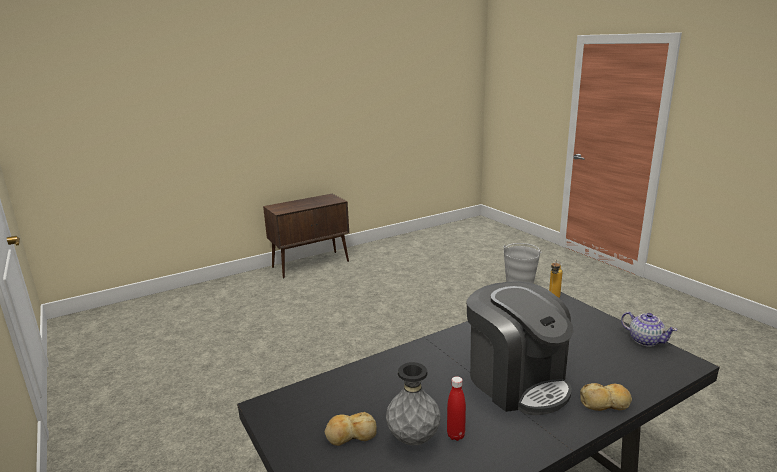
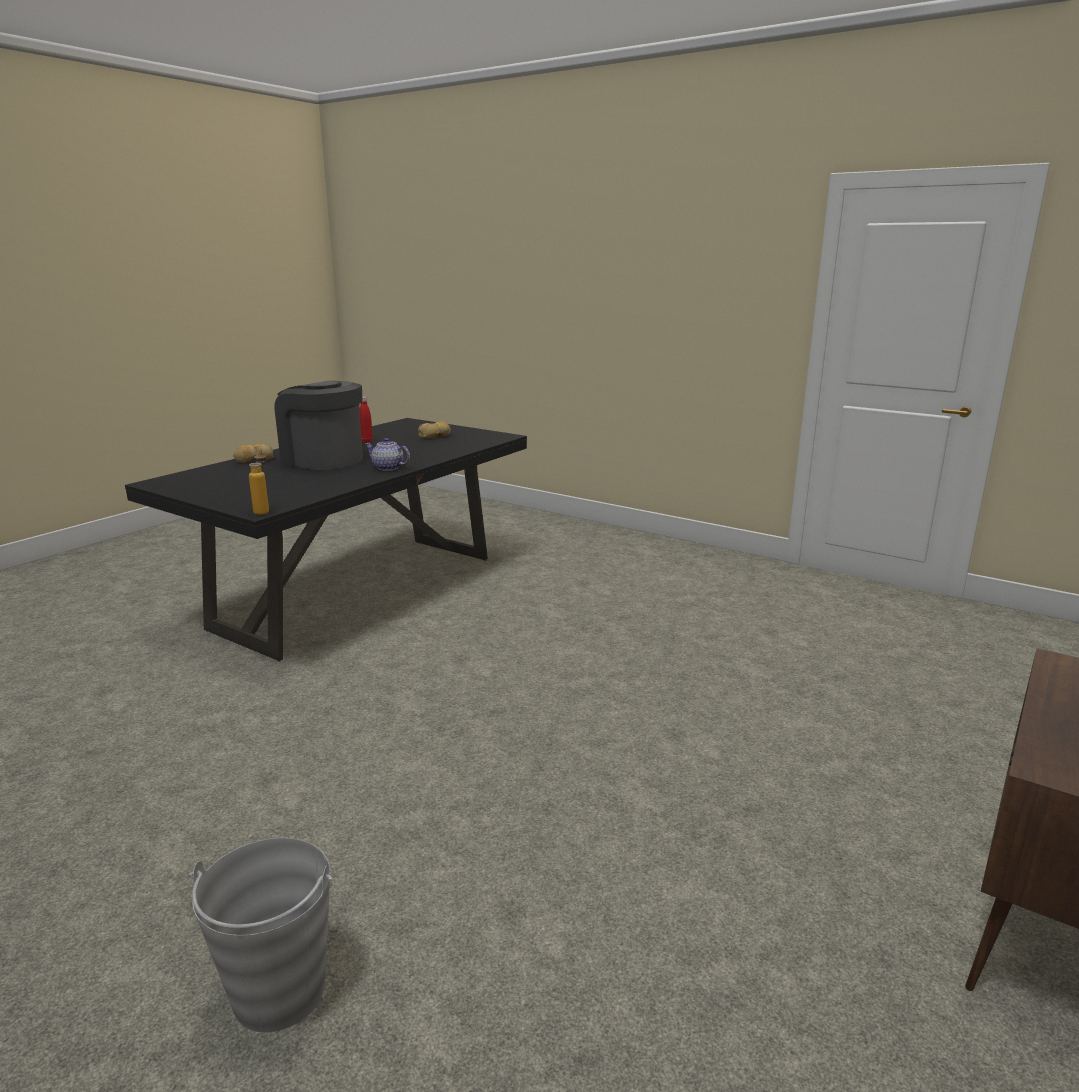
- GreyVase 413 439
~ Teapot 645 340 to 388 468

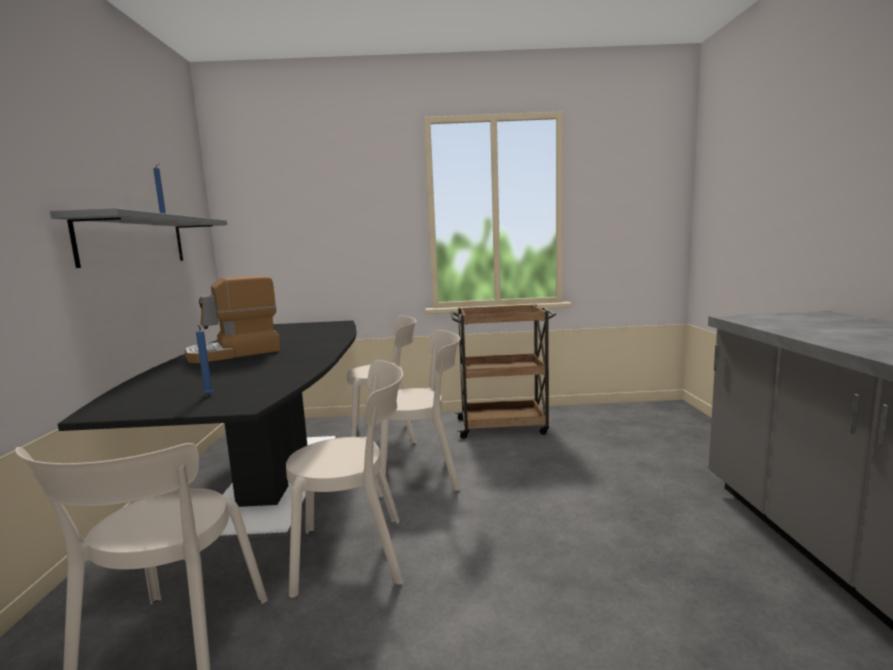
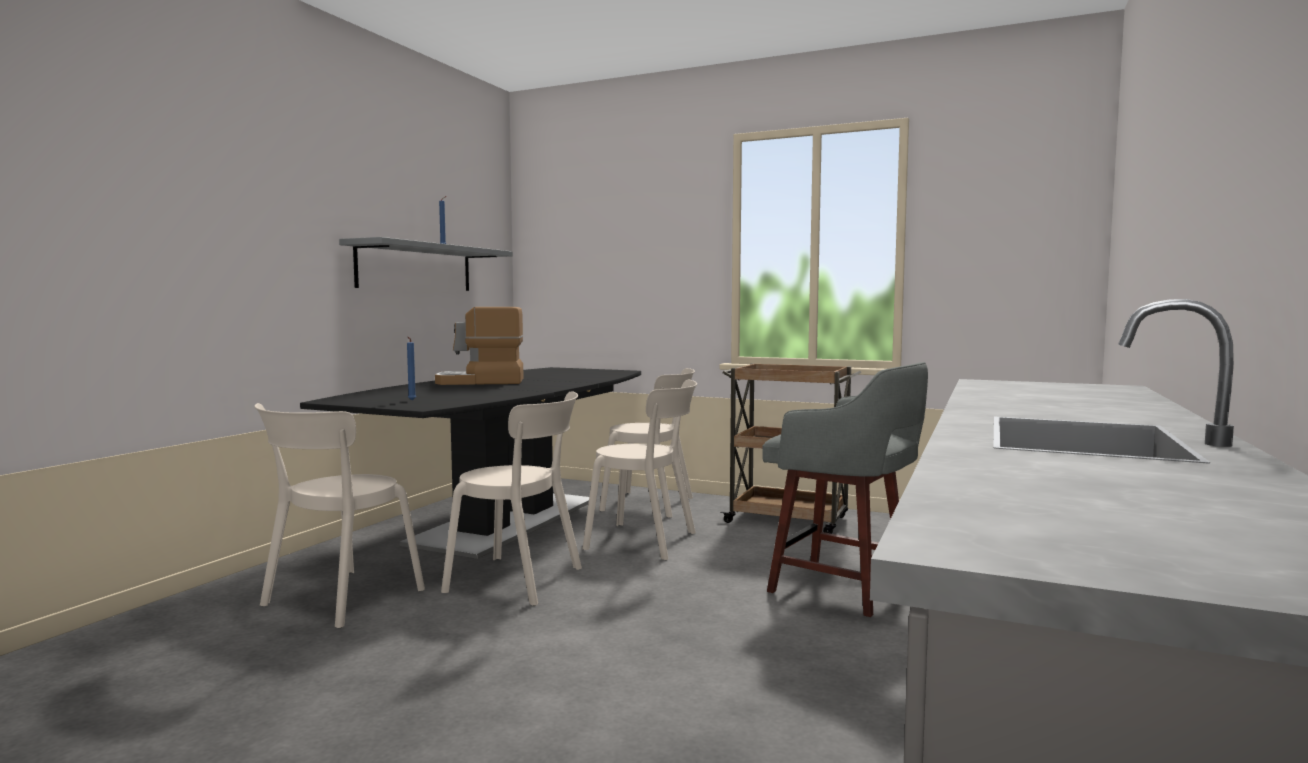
+ GreyStool 844 588

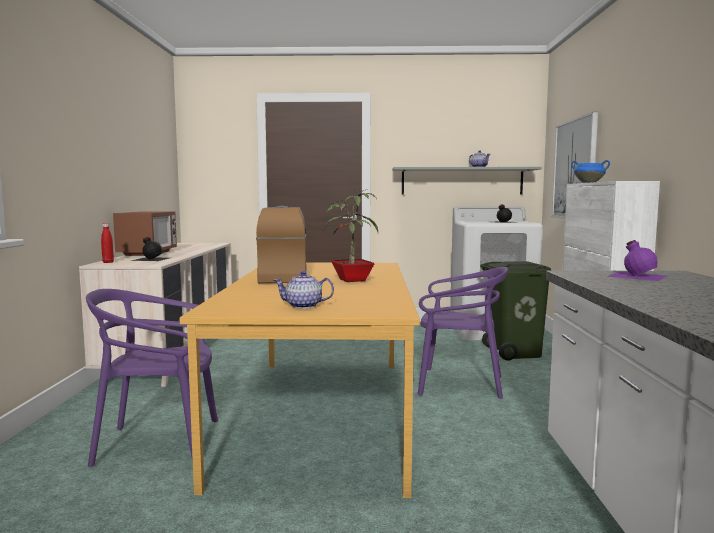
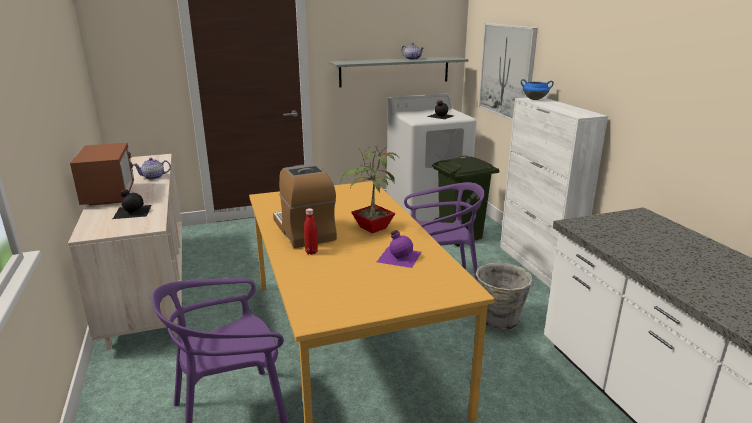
+ GreyBucket 498 321
~ RedBottle 108 262 to 311 252
~ Teapot 304 306 to 154 177
~ PurpleBottle 636 275 to 399 256

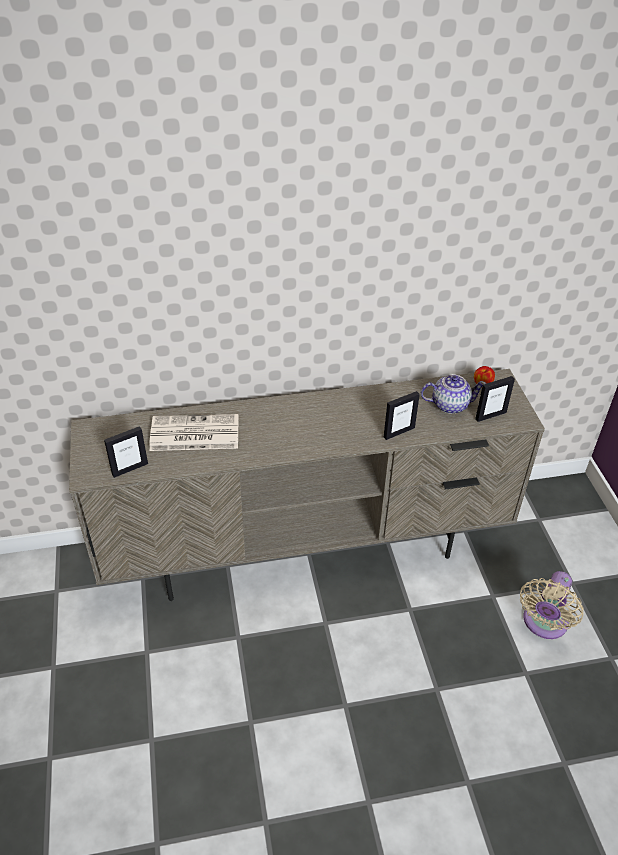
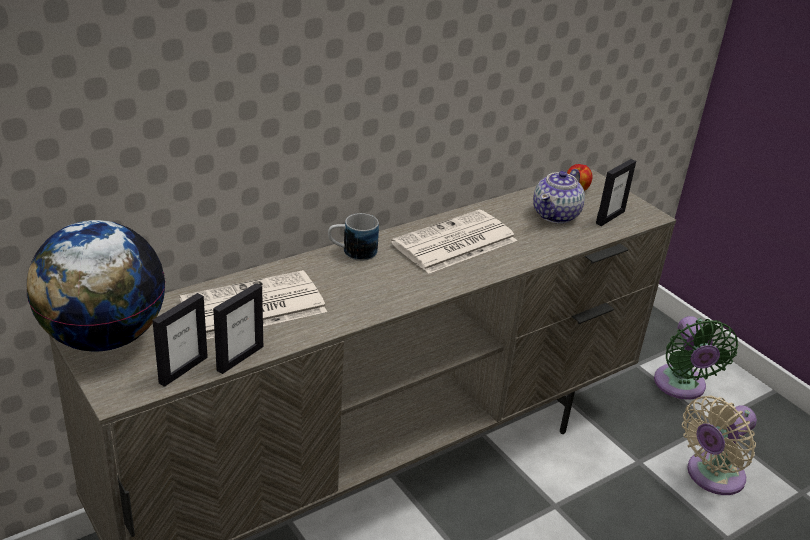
+ Globe 103 337
+ Mug 352 252
+ Newspaper 454 243
+ GreenFan 681 386
~ PictureFrame 399 432 to 240 358
~ Teapot 449 405 = 556 215 150 degrees clockwise
~ BeigeFan 543 623 = 711 476 45 degrees clockwise

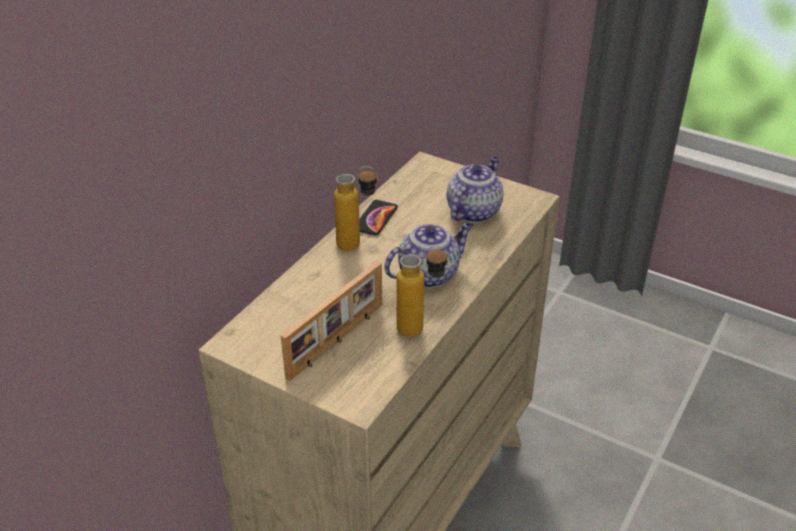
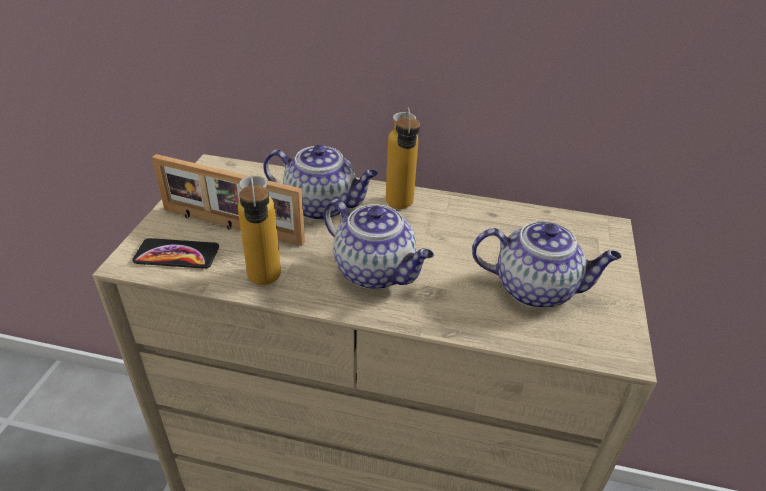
+ Teapot 322 206
~ Phone 375 218 to 177 255

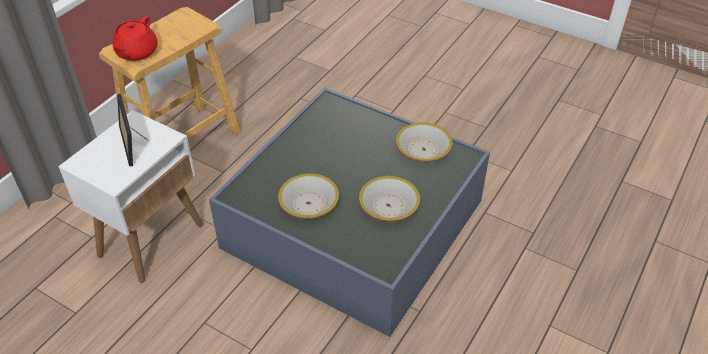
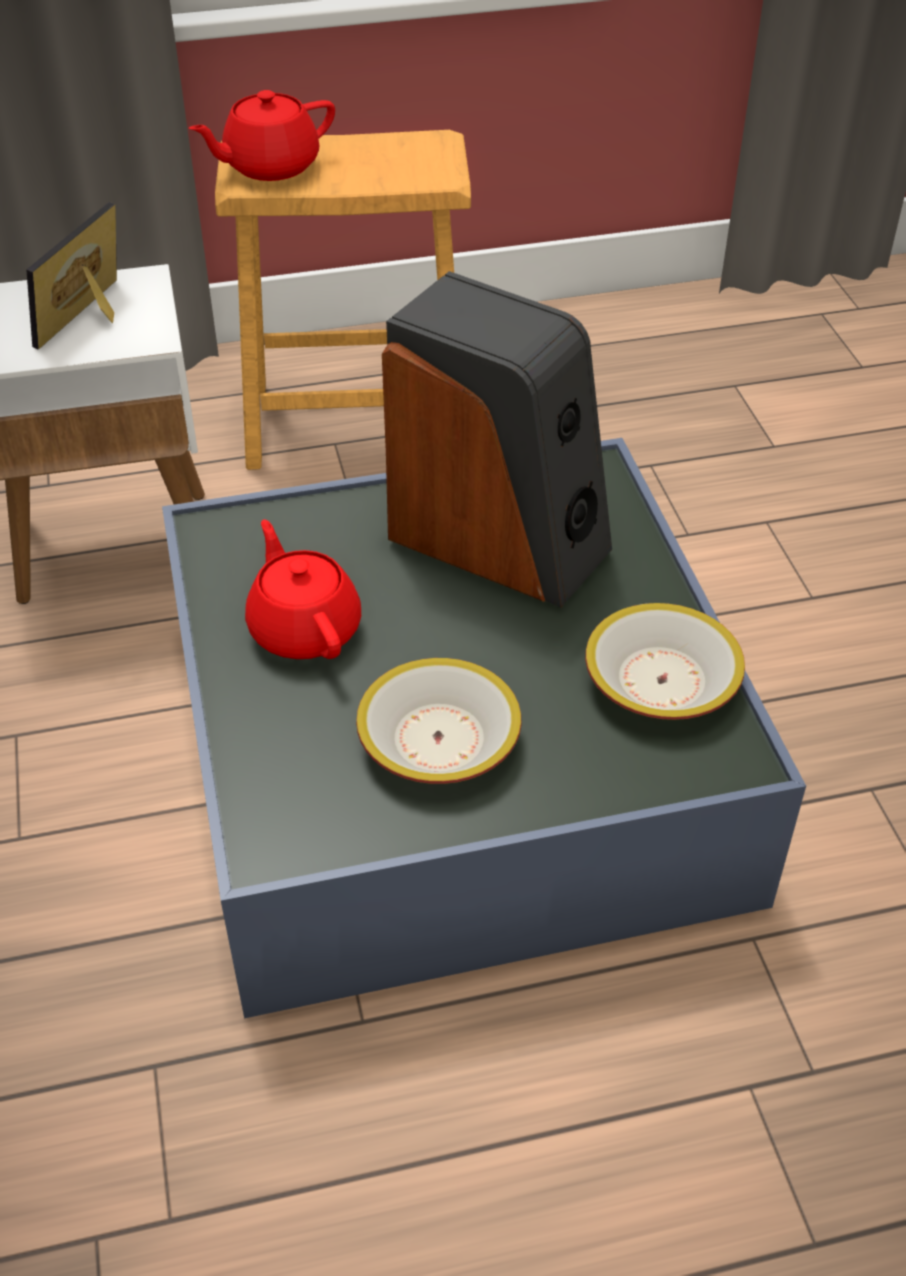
+ Speaker 500 539
~ Bowl 308 204 to RedTeapot 304 628

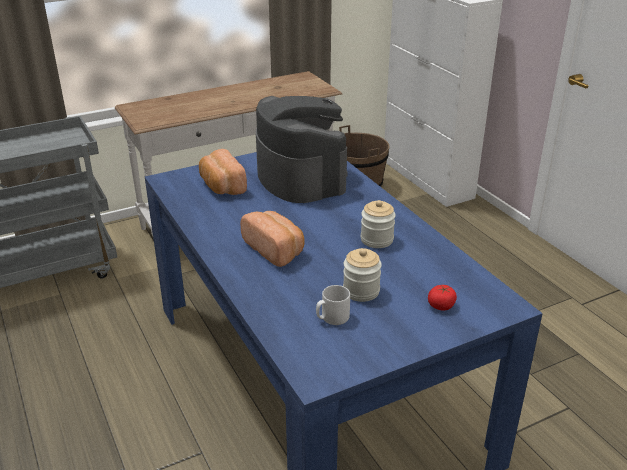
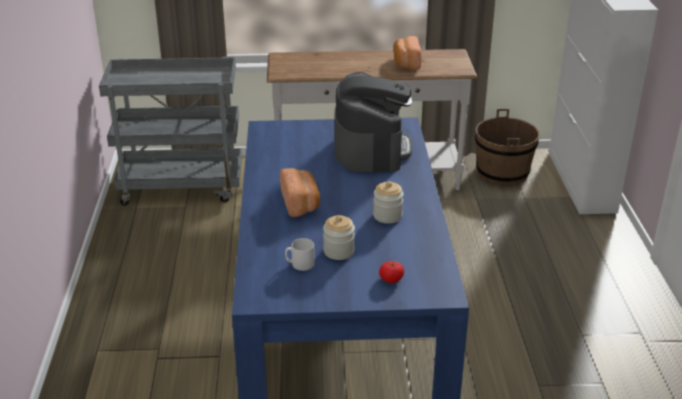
~ Bread 221 186 to 406 63

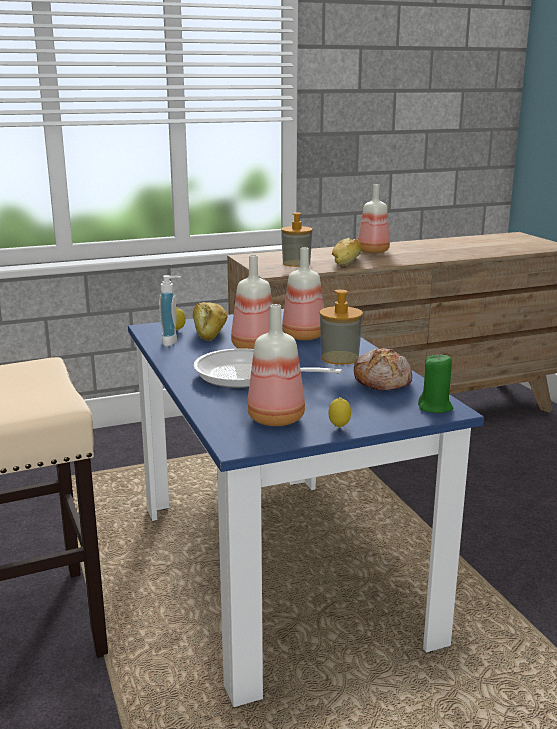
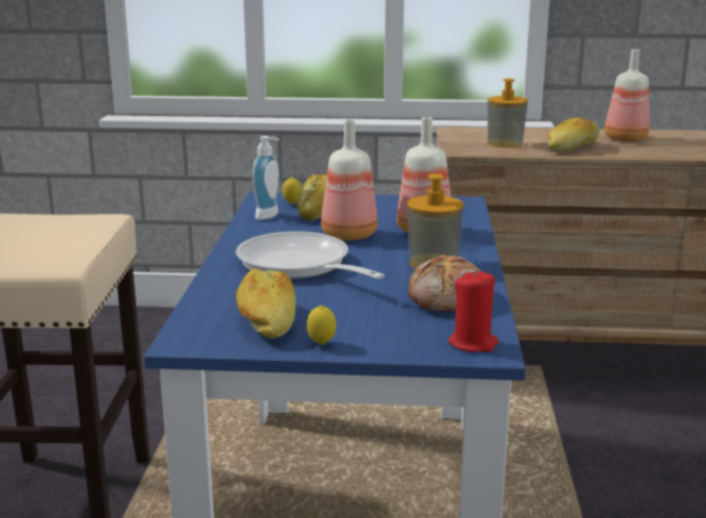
~ Bottle 278 419 to Bread 266 321
~ GreenCandle 435 407 to RedCandle 473 343

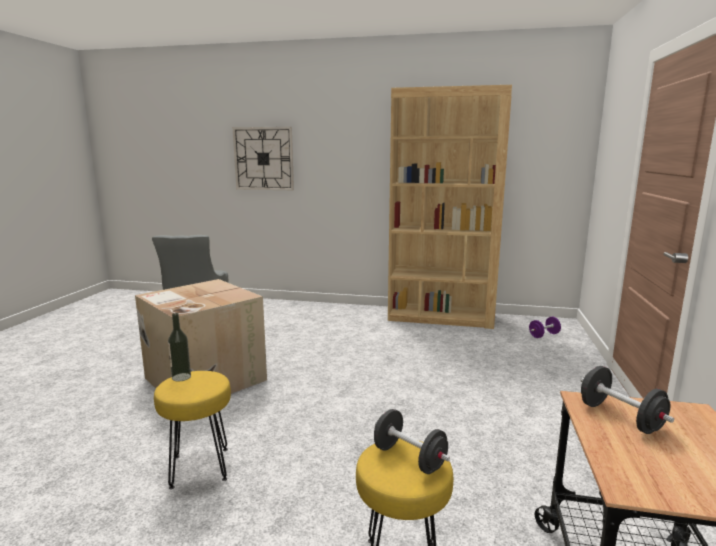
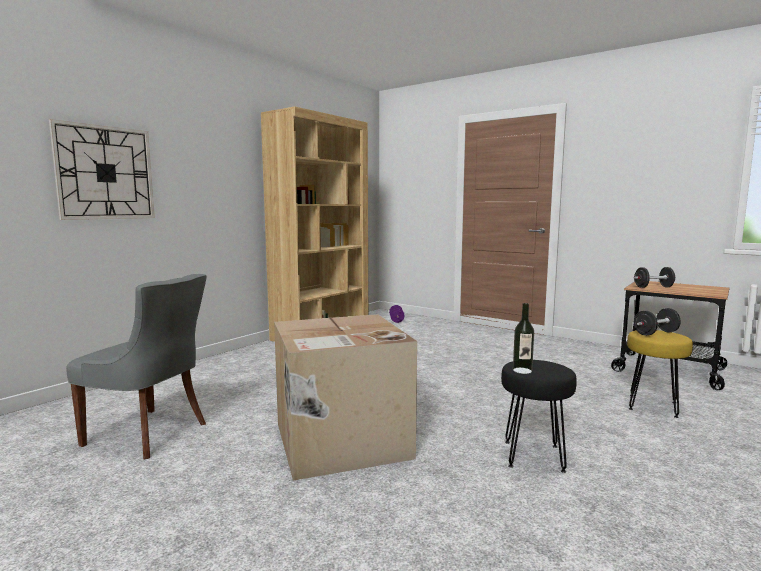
~ YellowStool 199 468 to BlackStool 534 456

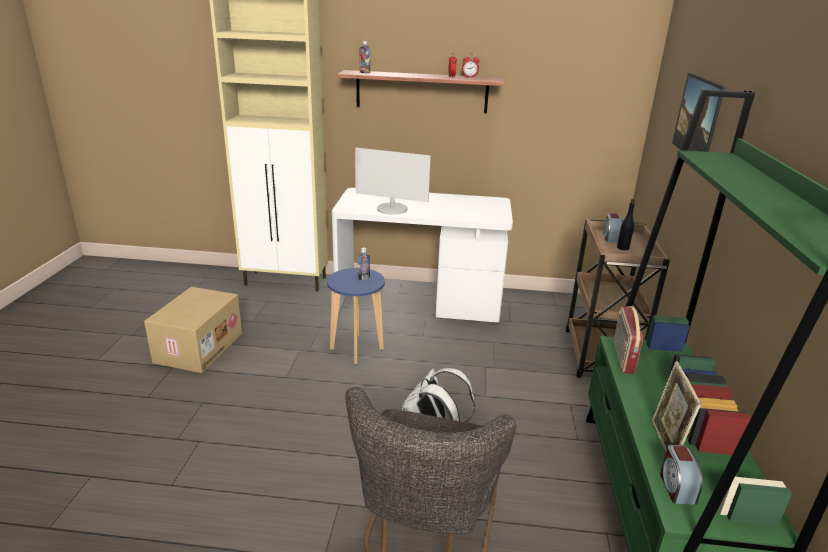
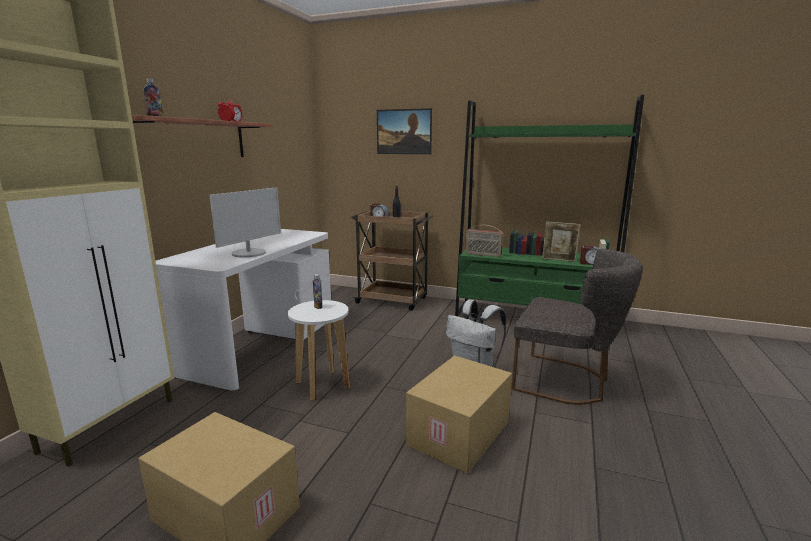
+ CardboardBox 460 434
~ BlueStool 356 349 to WhiteStool 323 385

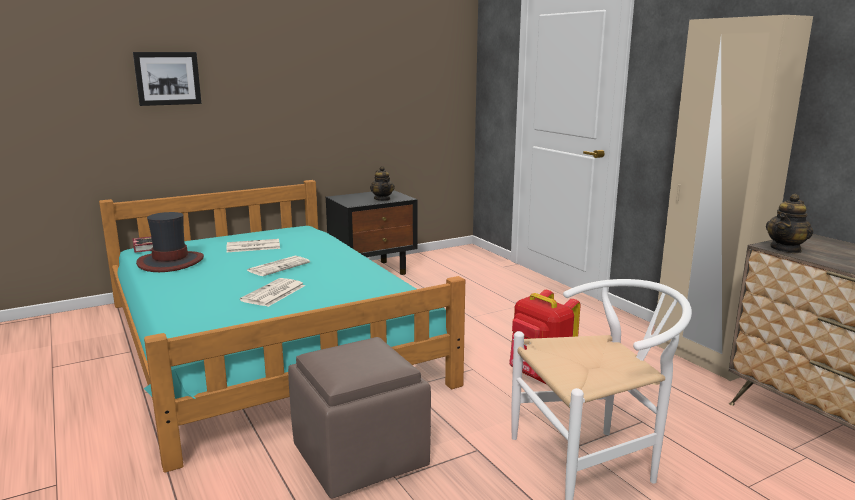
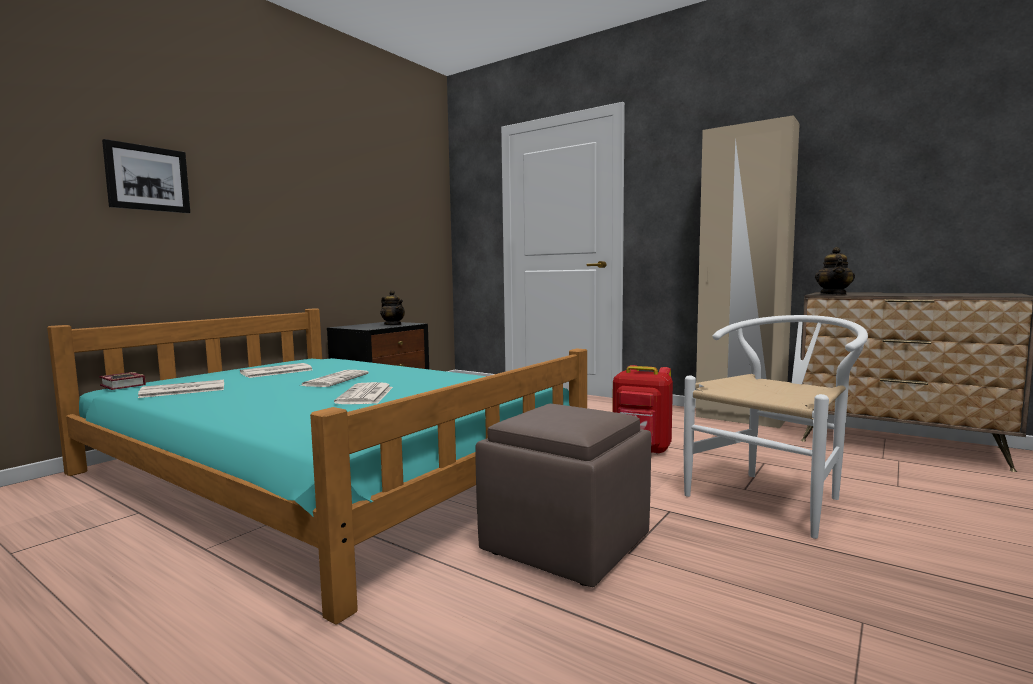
~ Hat 171 262 to Newspaper 182 390

